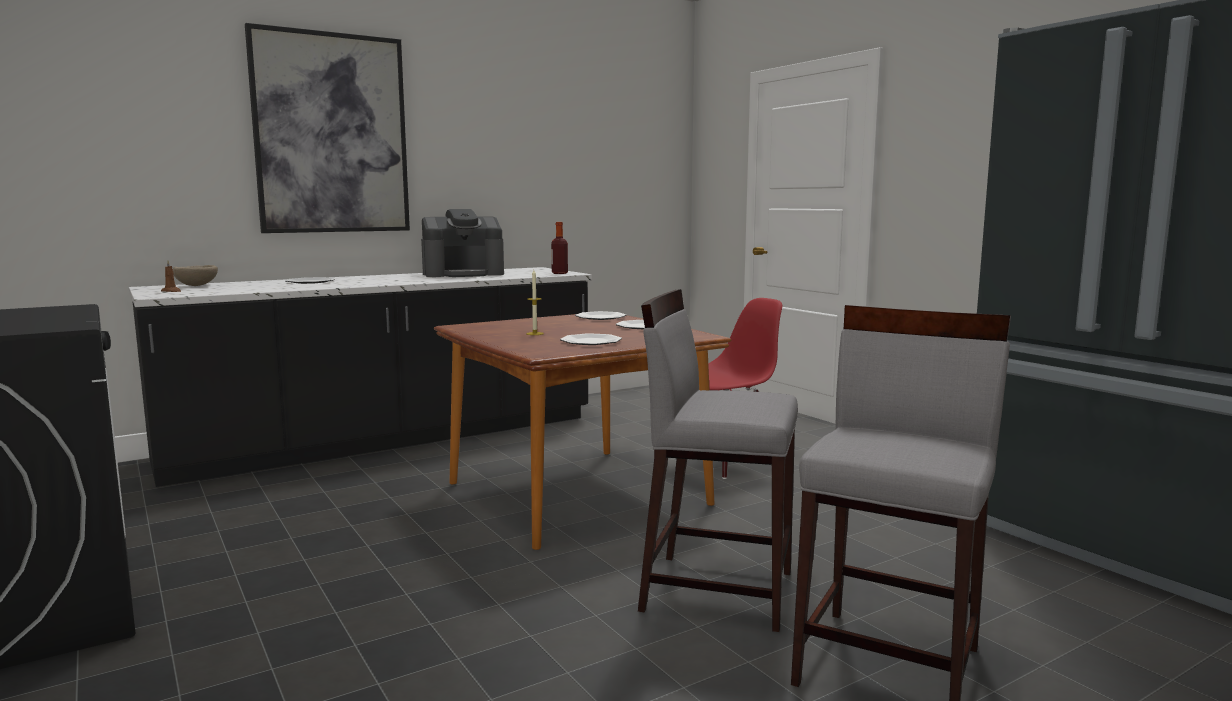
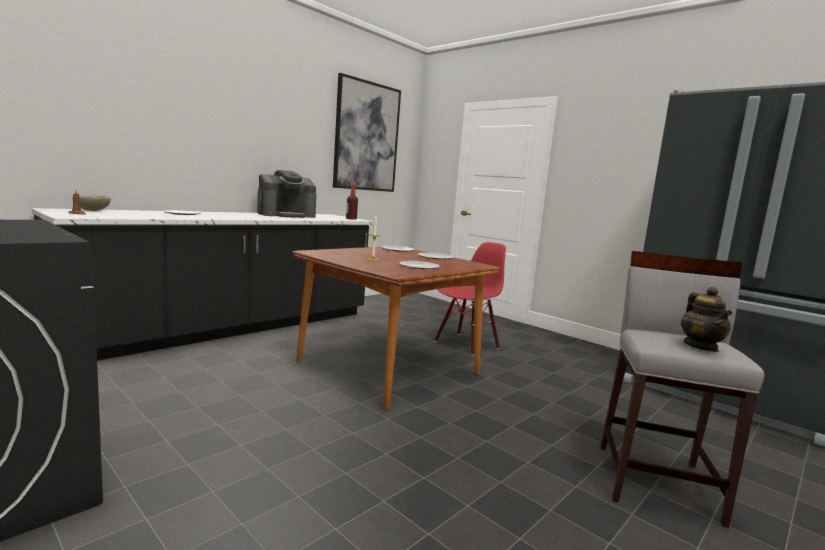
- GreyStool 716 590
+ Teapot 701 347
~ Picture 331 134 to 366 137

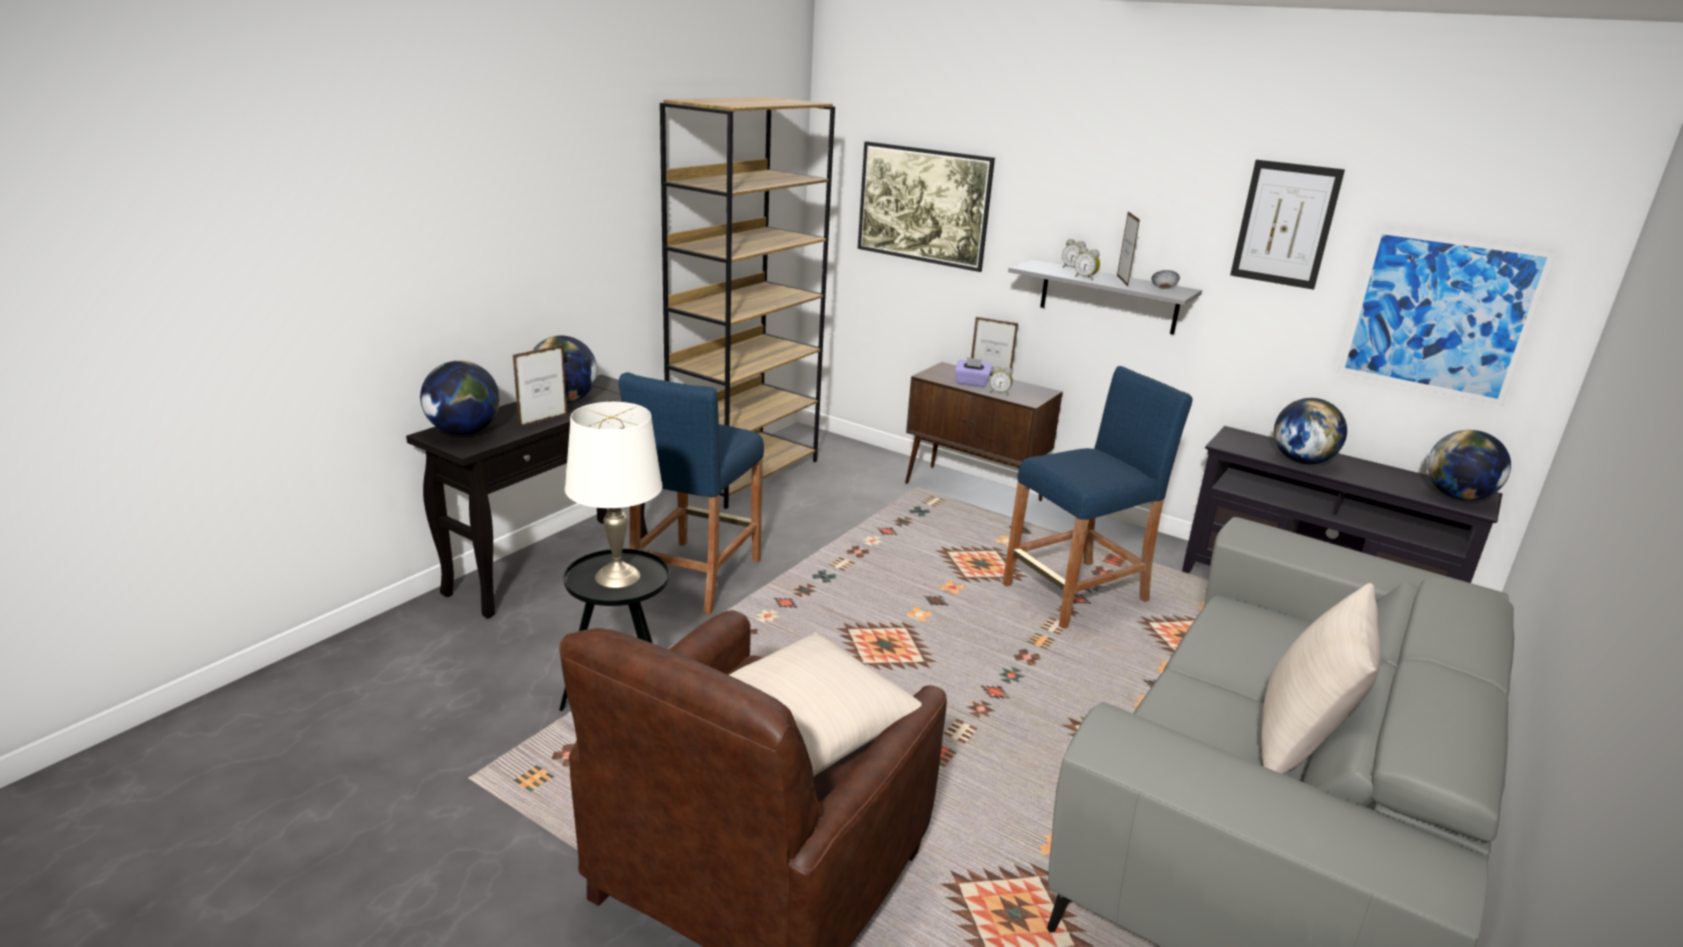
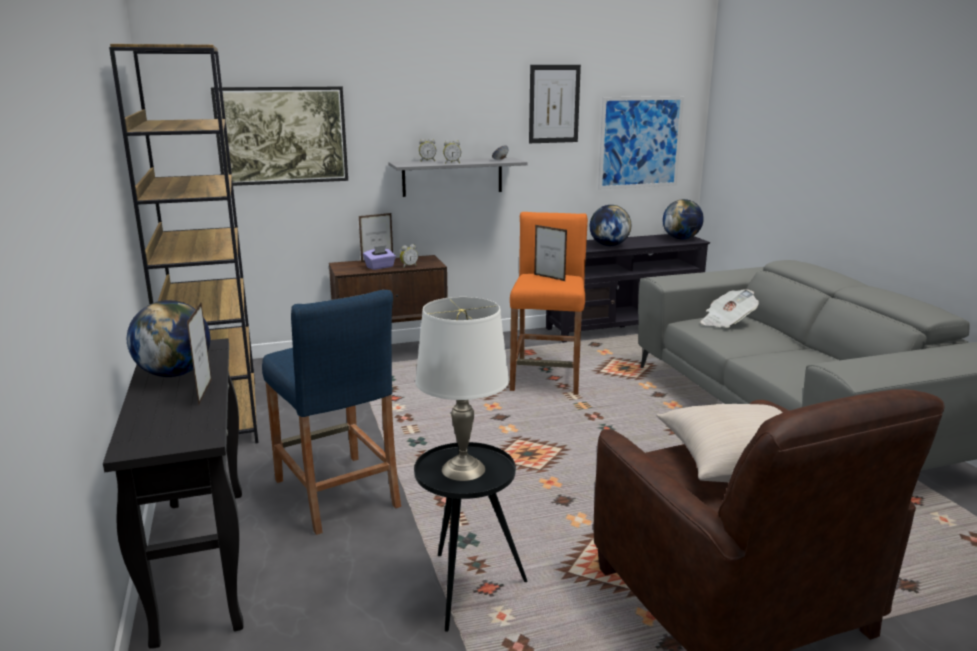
- Globe 464 432
- BeigePillow 1299 743
+ Newspaper 726 322
~ PictureFrame 1122 281 to 549 278
~ BlueStool 1076 594 to OrangeStool 547 376

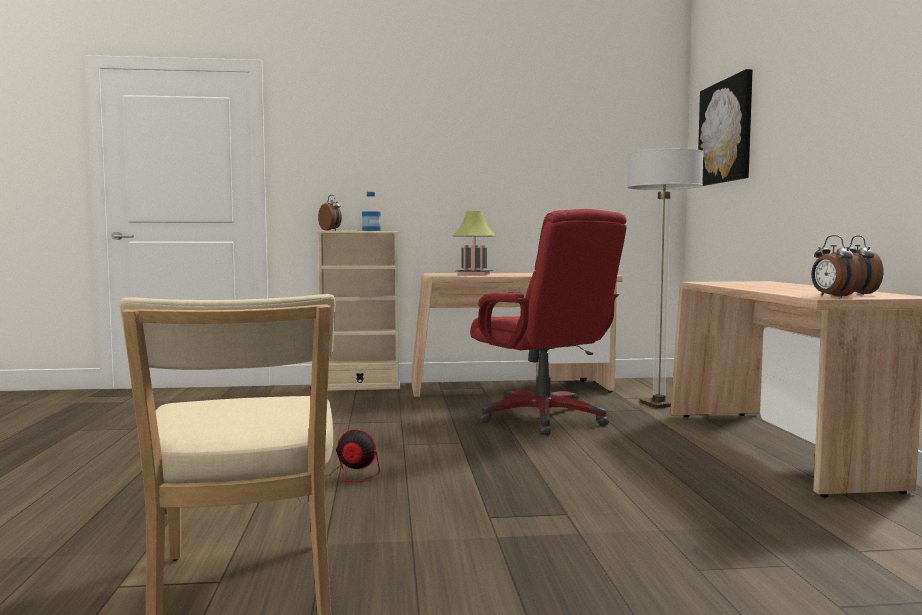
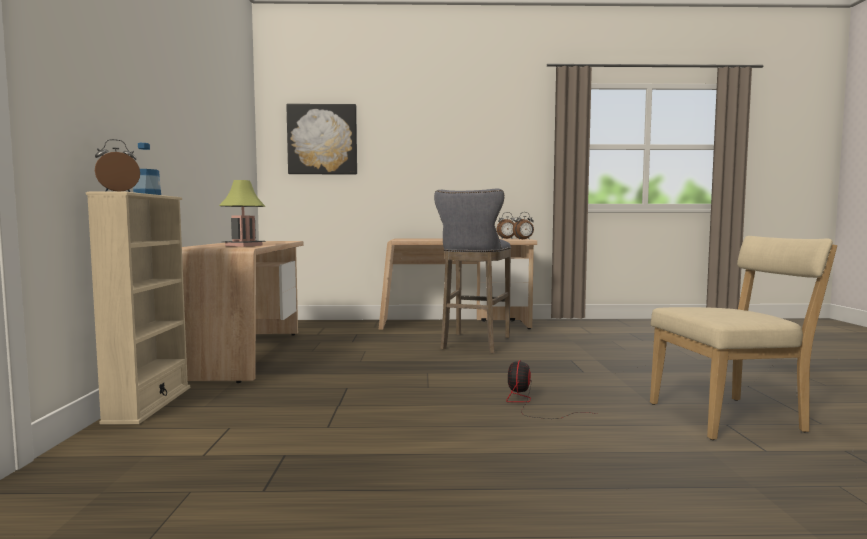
- RedOfficeChair 544 419
- FloorLamp 658 404
+ GreyStool 474 344

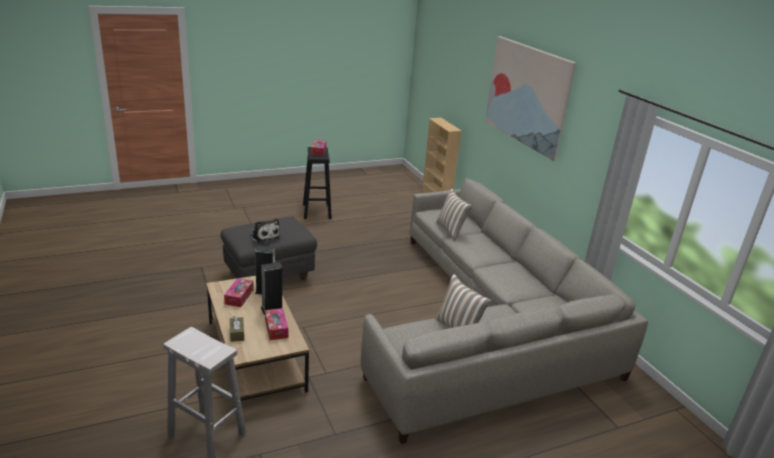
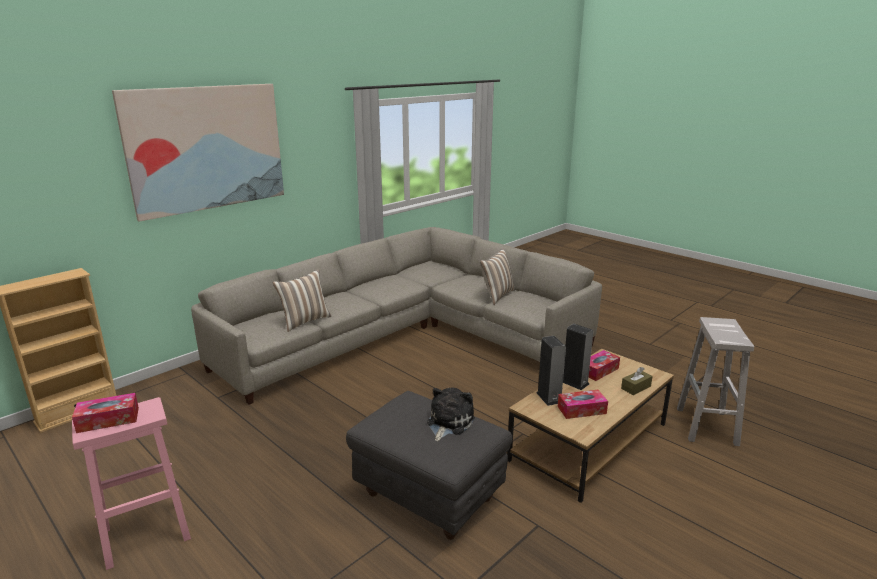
~ BlackStool 316 211 to PinkStool 144 535

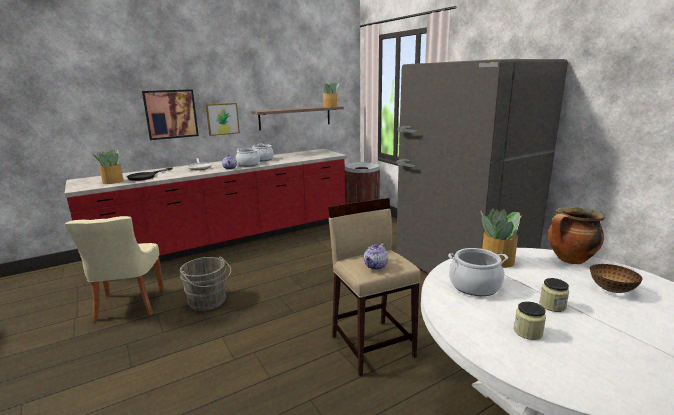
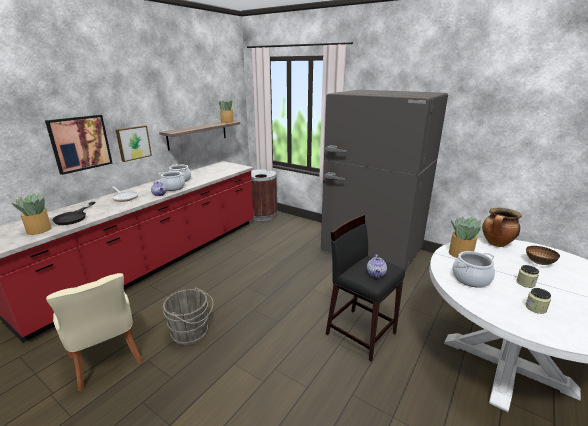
~ BeigeStool 373 345 to BlackStool 360 332

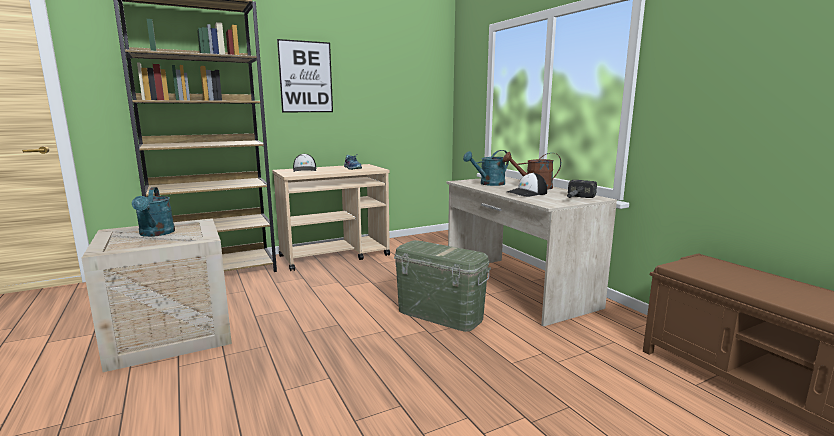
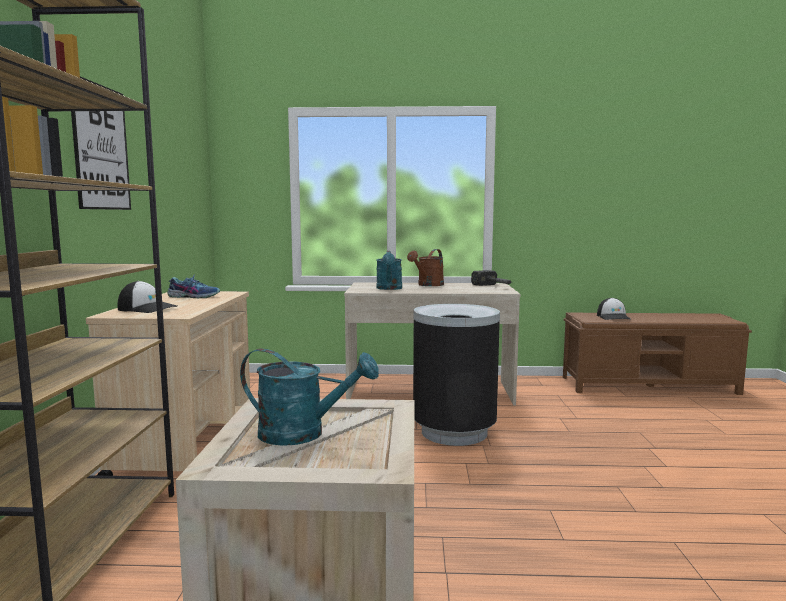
~ Cap 527 193 to 614 317
~ GreenStorageBox 440 314 to BlackTrashCan 454 432

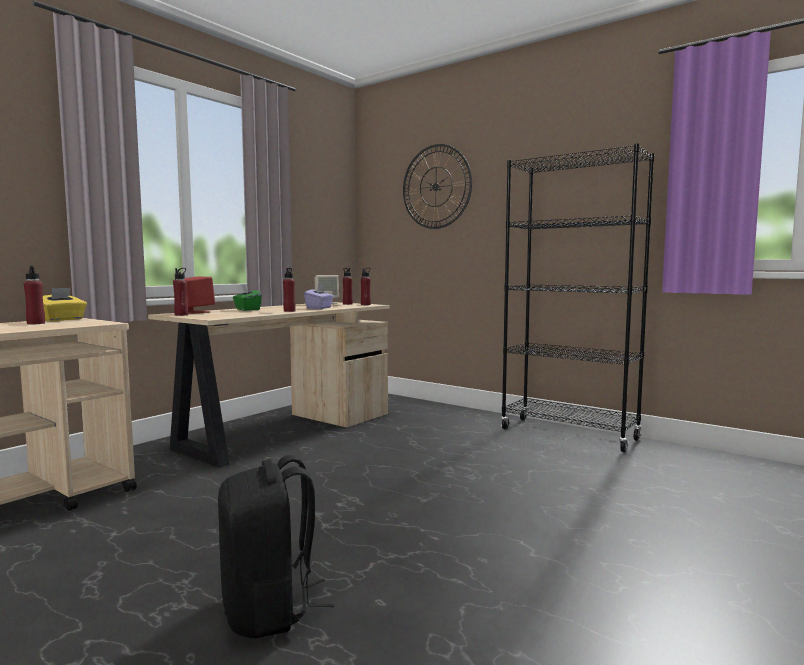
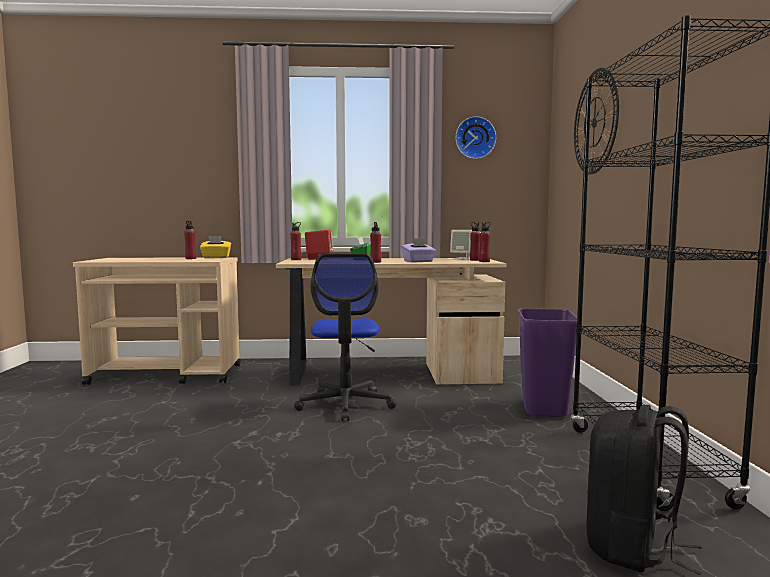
+ OfficeChair 345 404
+ WallClock 475 138
+ PurpleTrashCan 544 408
~ BlackBackpack 269 609 to 633 547

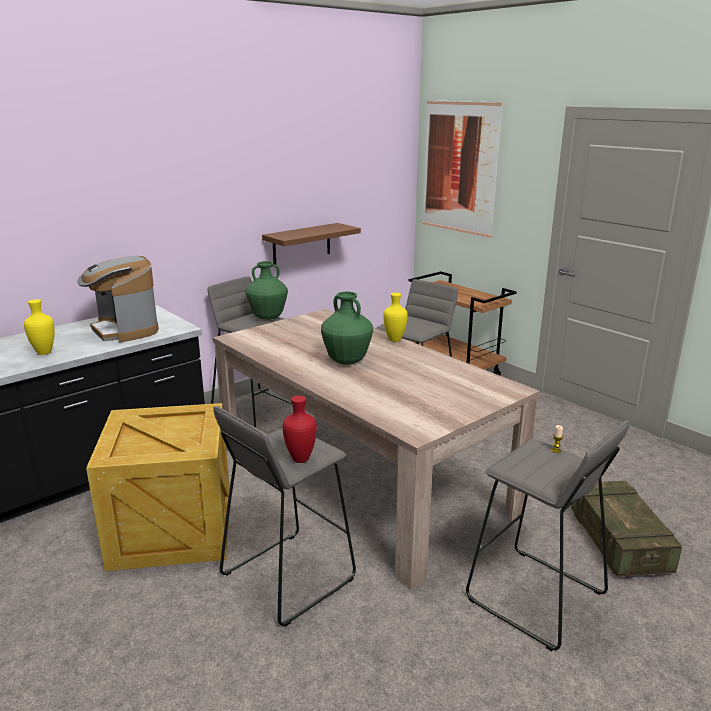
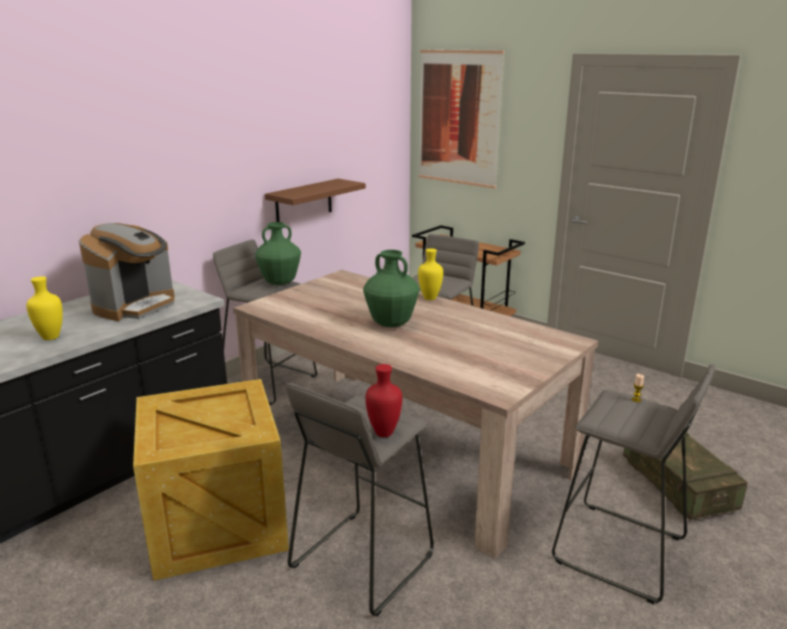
~ CoffeeMachine 124 330 = 136 306 105 degrees counterclockwise

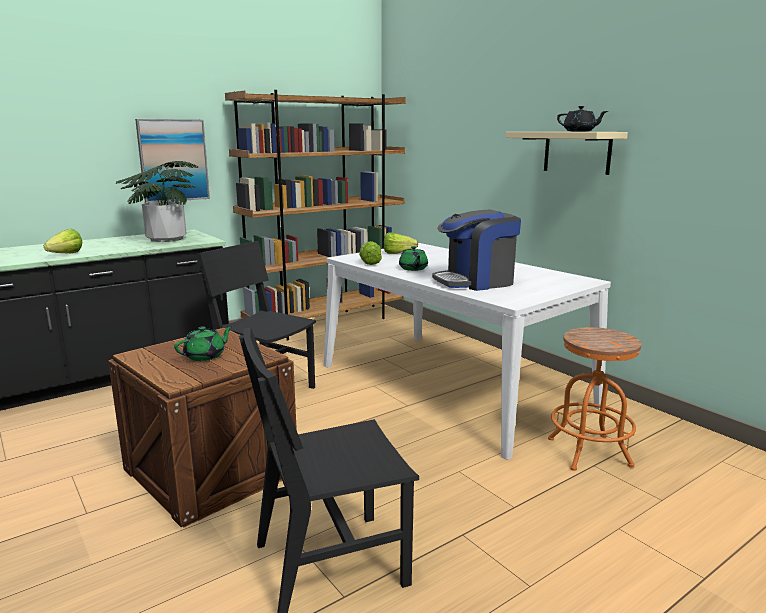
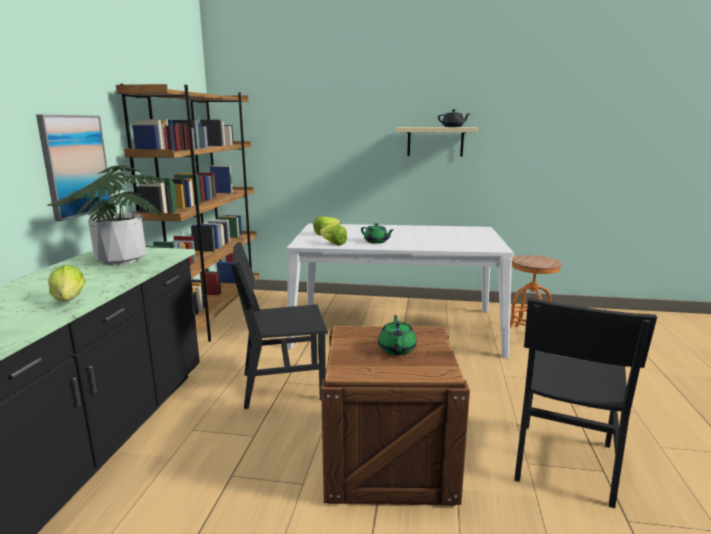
- CoffeeMachine 476 281

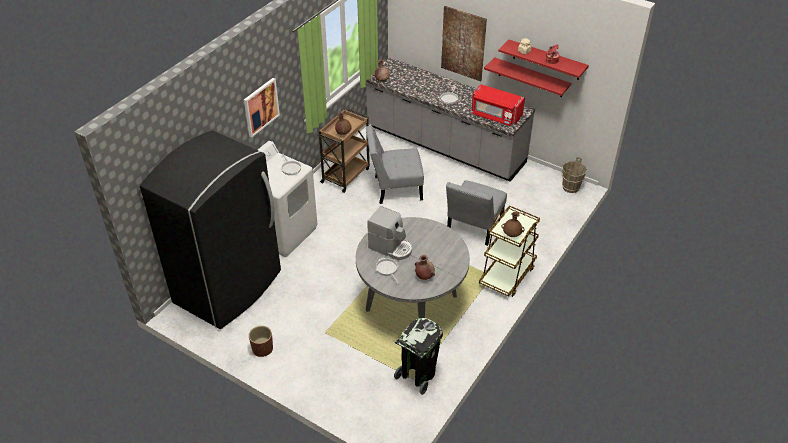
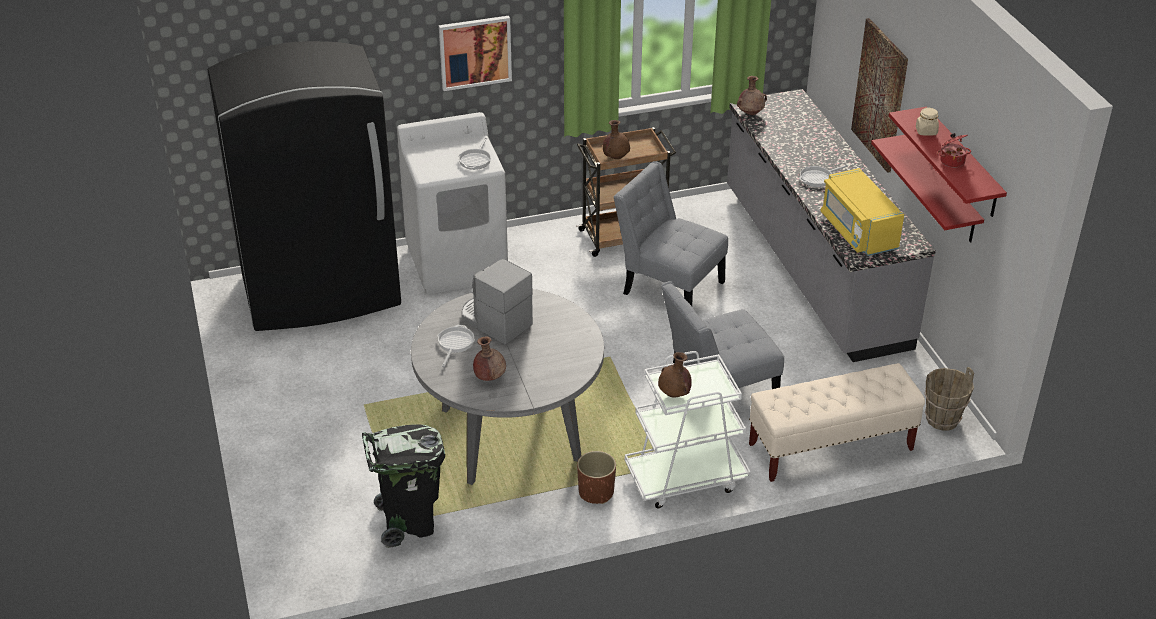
+ BeigeBench 830 447
~ BrownPlanter 262 349 to 596 492
~ RedMicrowave 496 115 to YellowMicrowave 858 231
~ BrownCart 507 275 to WhiteCart 685 478
~ CoffeeMachine 391 247 = 494 321 150 degrees clockwise

